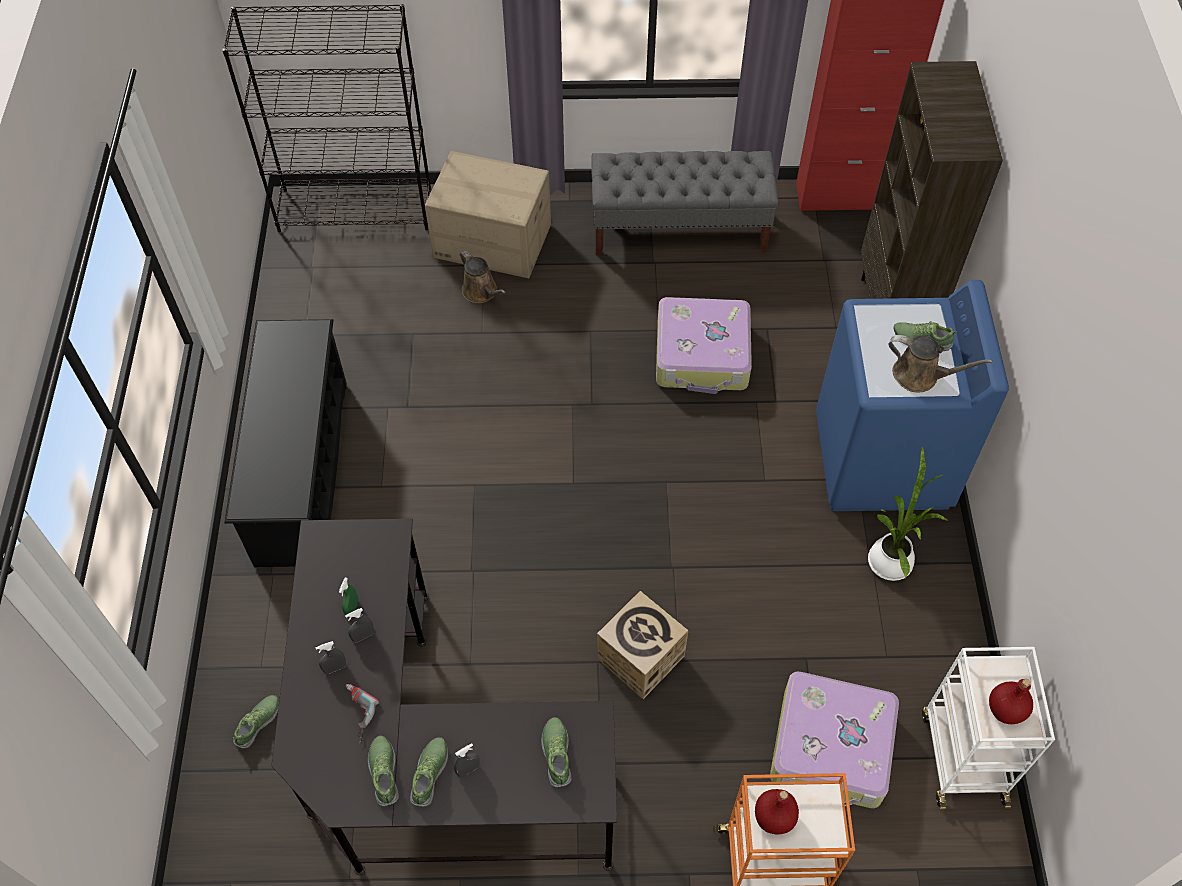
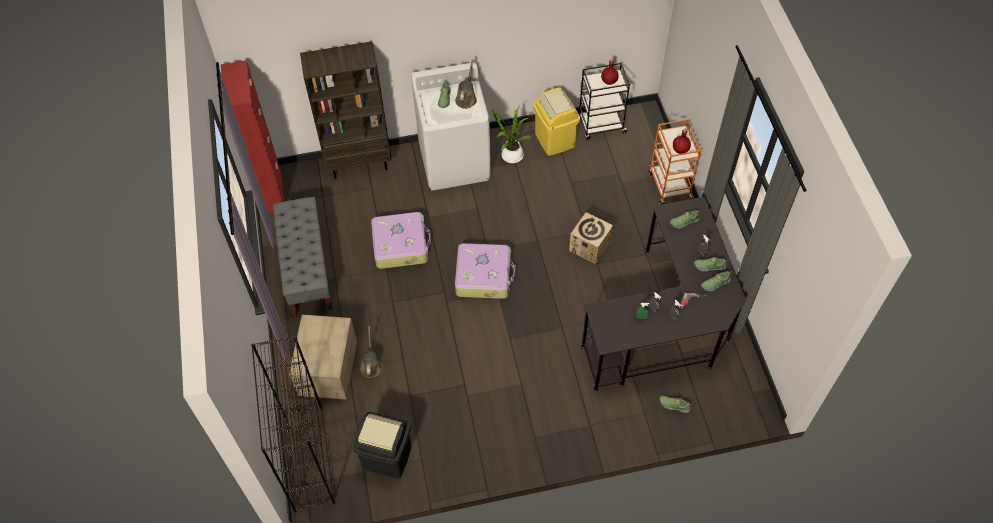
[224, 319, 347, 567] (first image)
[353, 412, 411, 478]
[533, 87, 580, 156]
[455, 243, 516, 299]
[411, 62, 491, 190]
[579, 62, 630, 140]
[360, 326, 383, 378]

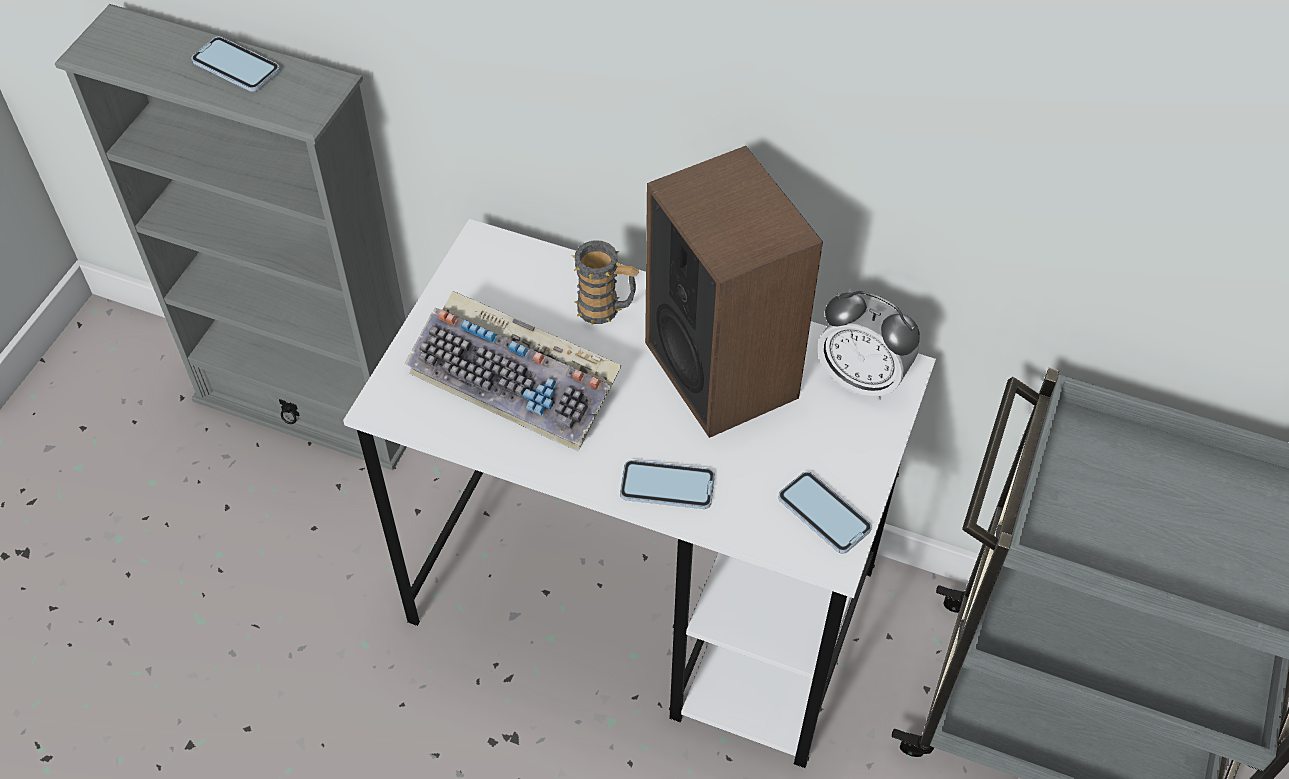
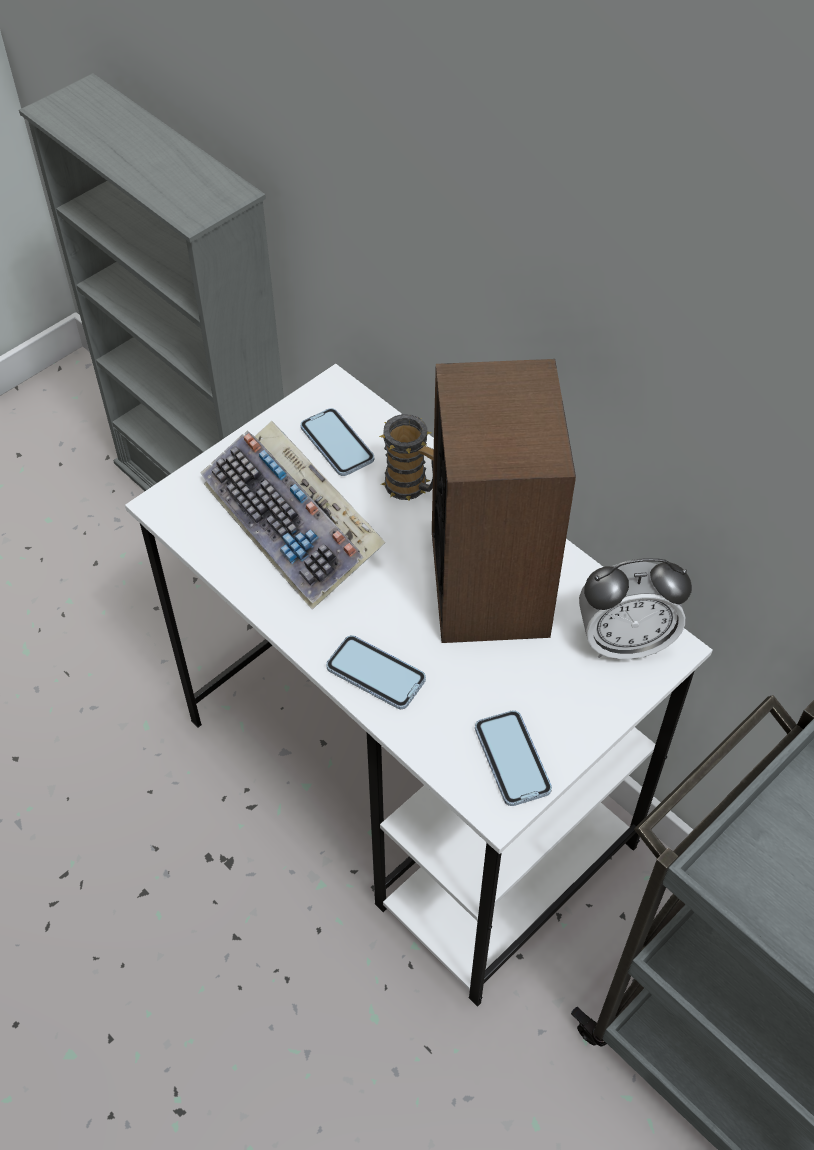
[300, 408, 374, 476]
[579, 558, 692, 659]

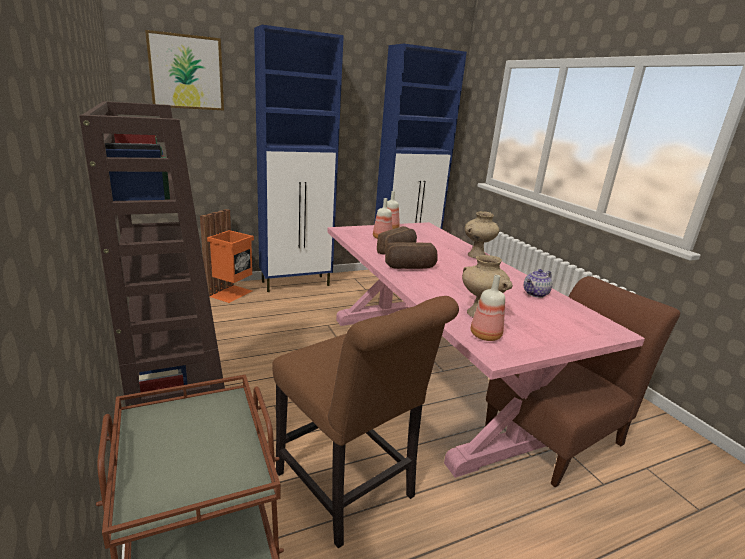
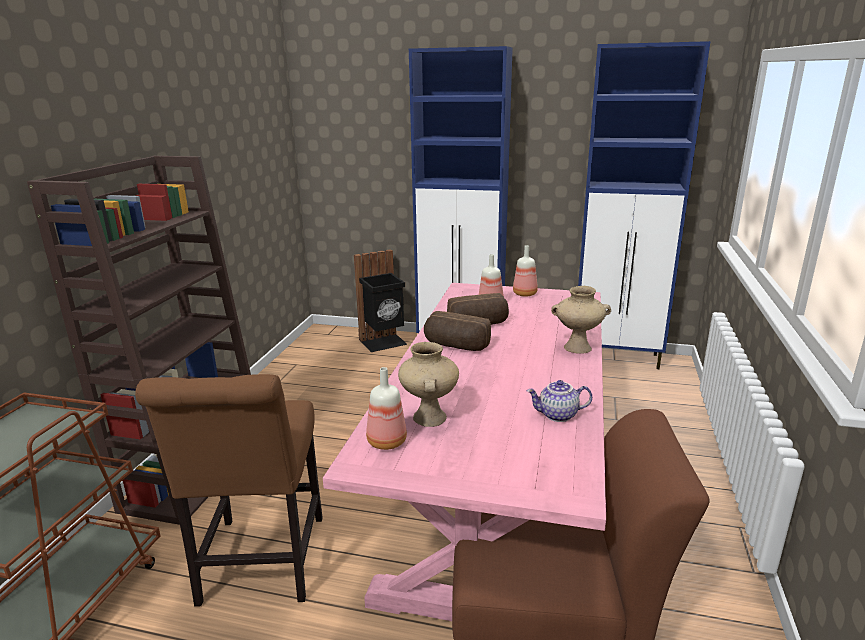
[145, 30, 224, 111] (first image)
[354, 249, 408, 352]

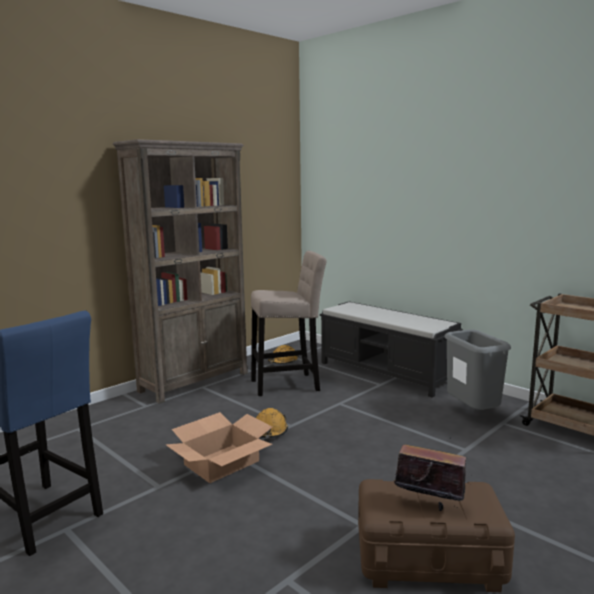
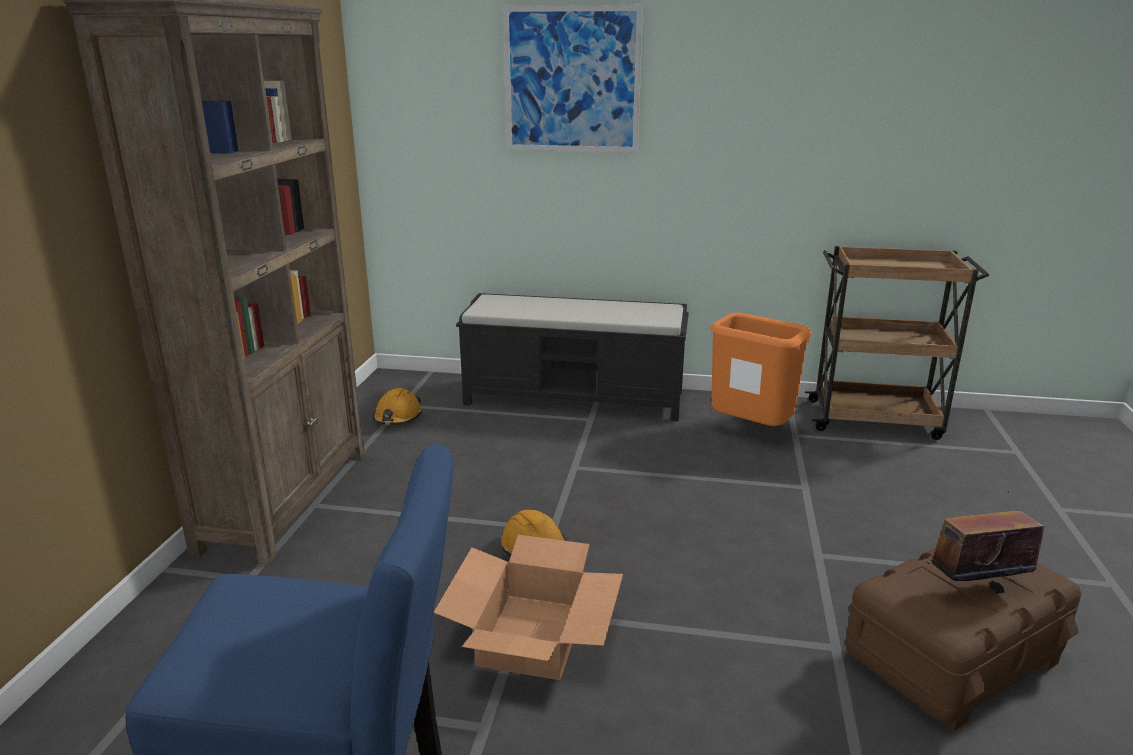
[251, 251, 326, 396] (first image)
[503, 5, 643, 153]
[710, 313, 812, 426]

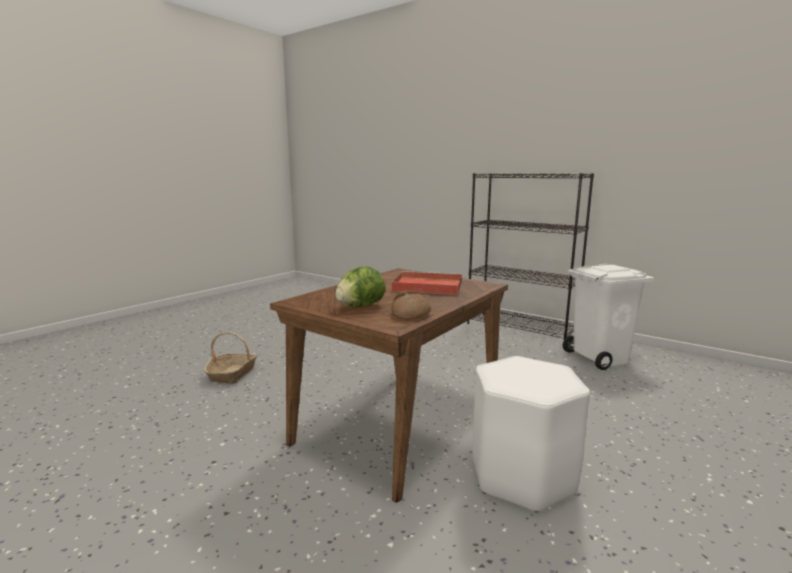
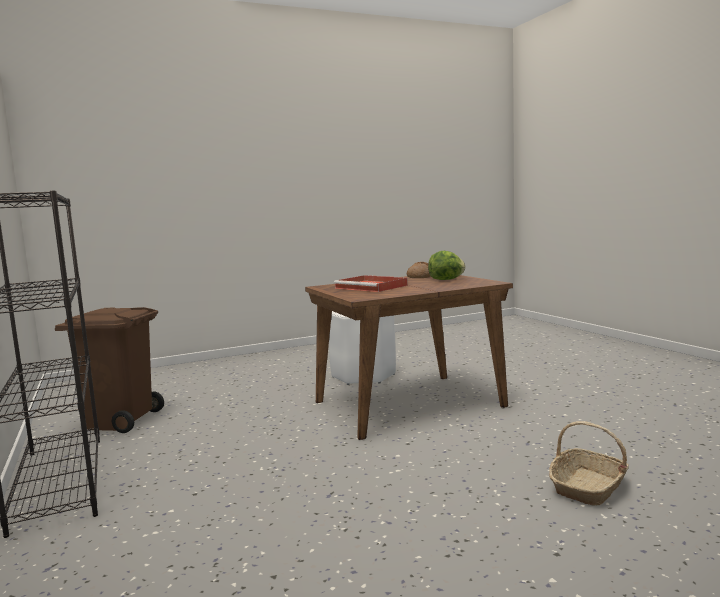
[55, 307, 164, 433]

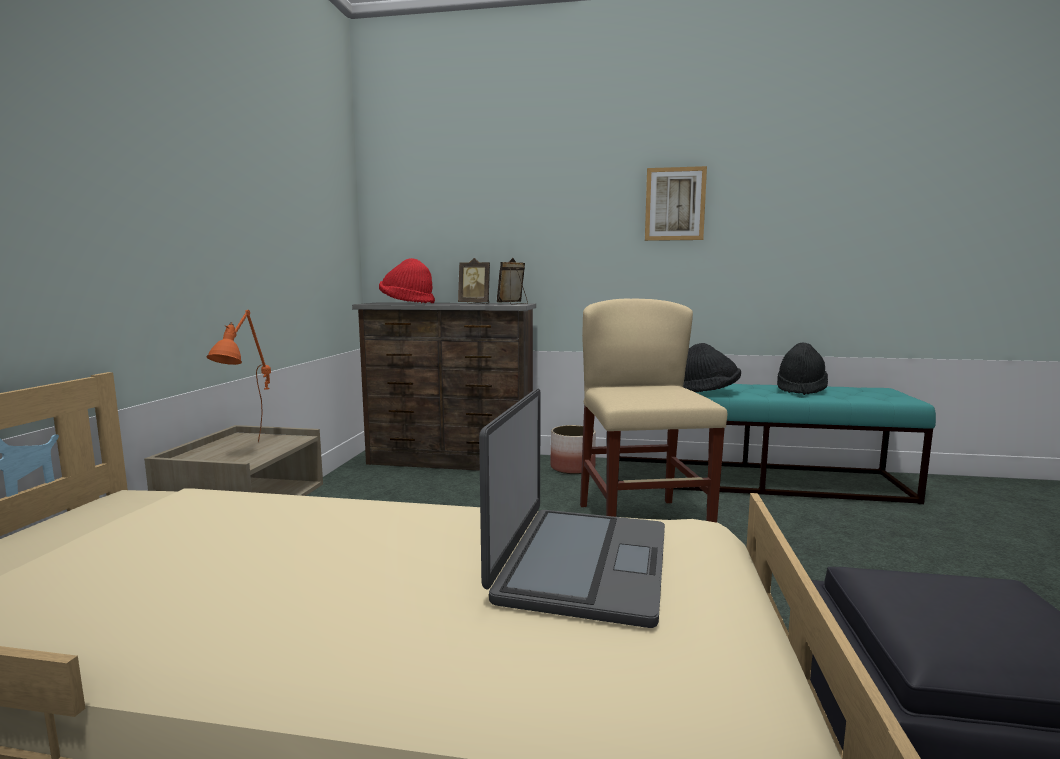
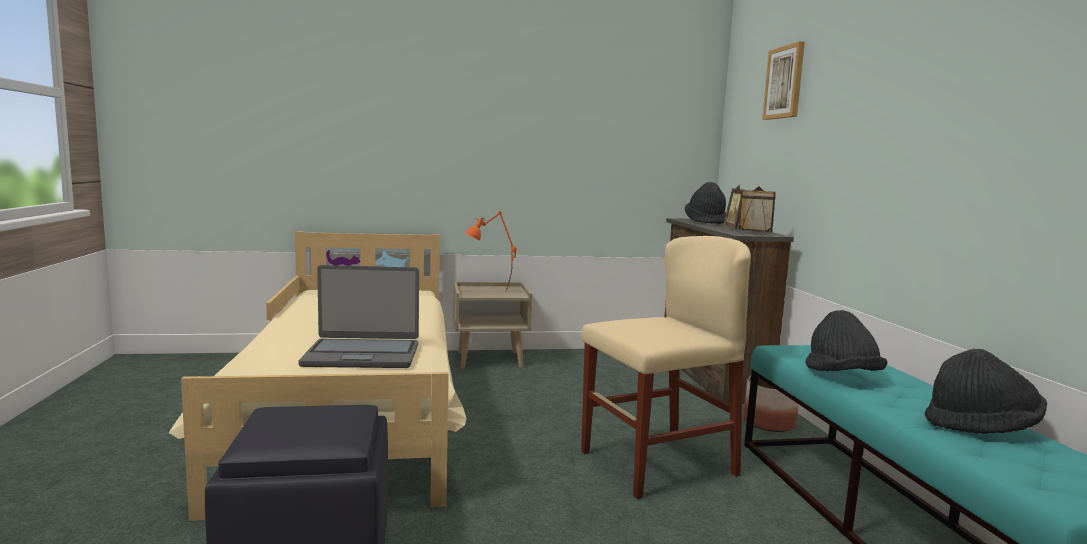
[762, 41, 805, 120]
[685, 182, 726, 225]

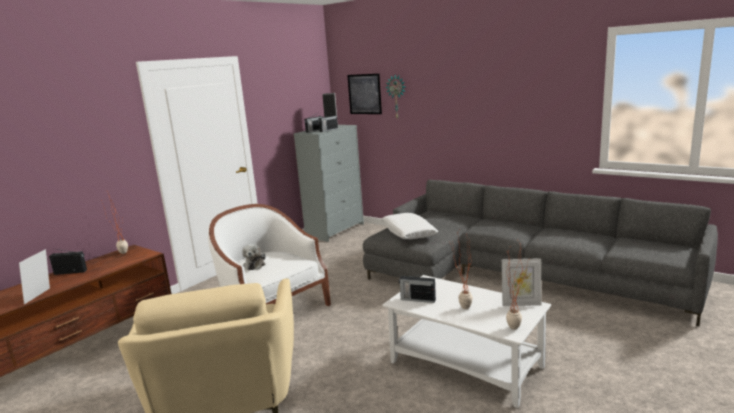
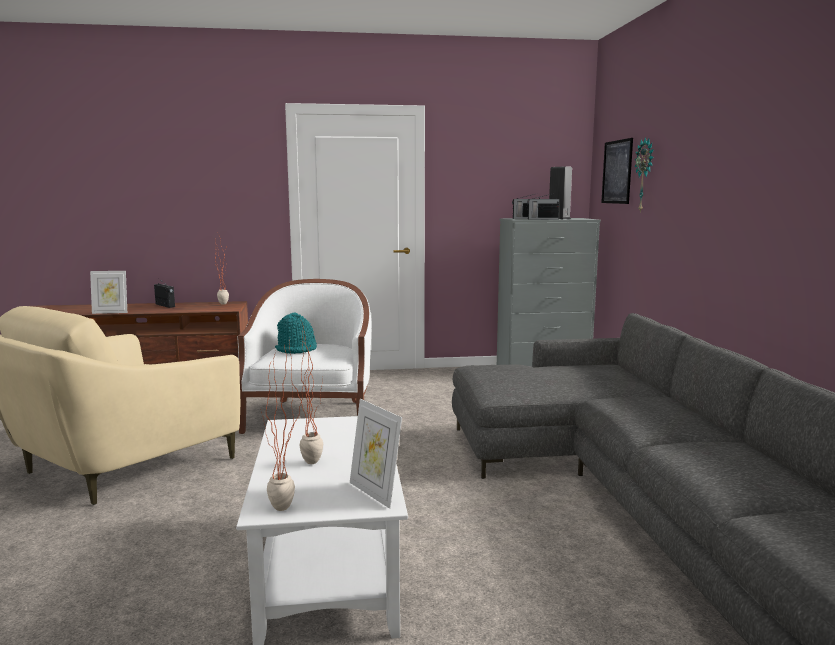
[381, 213, 438, 239] (first image)
[399, 274, 436, 303] (first image)
[275, 312, 317, 354]
[90, 271, 127, 314]

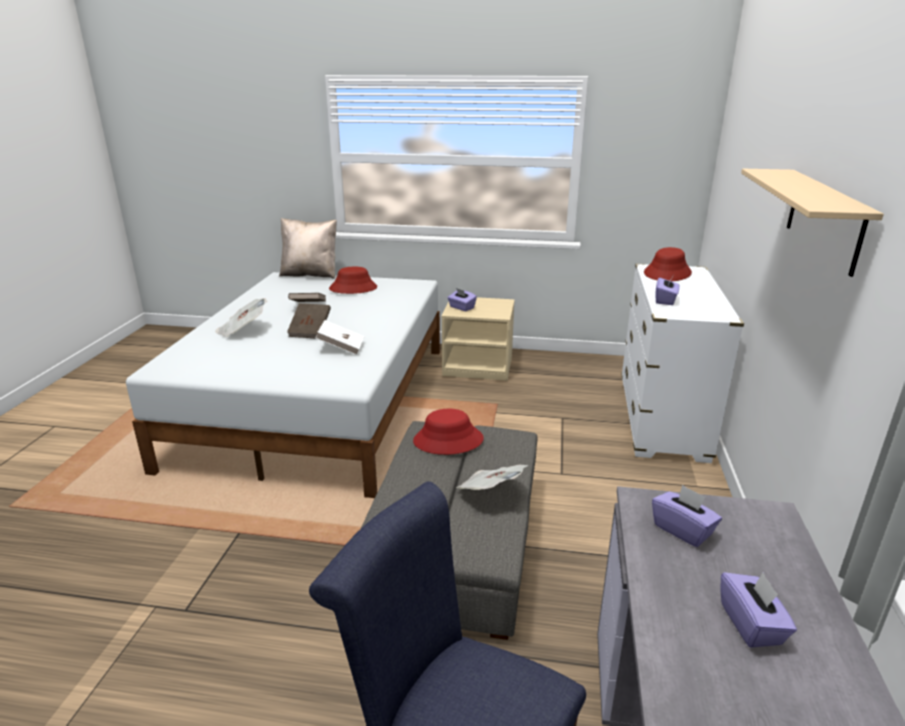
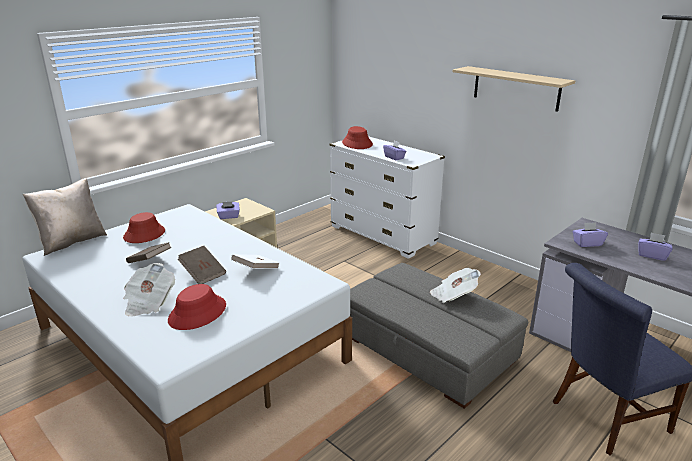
[168, 284, 226, 330]

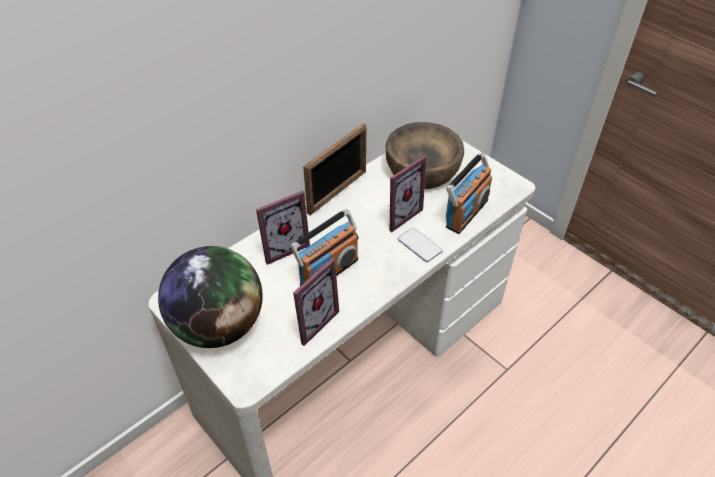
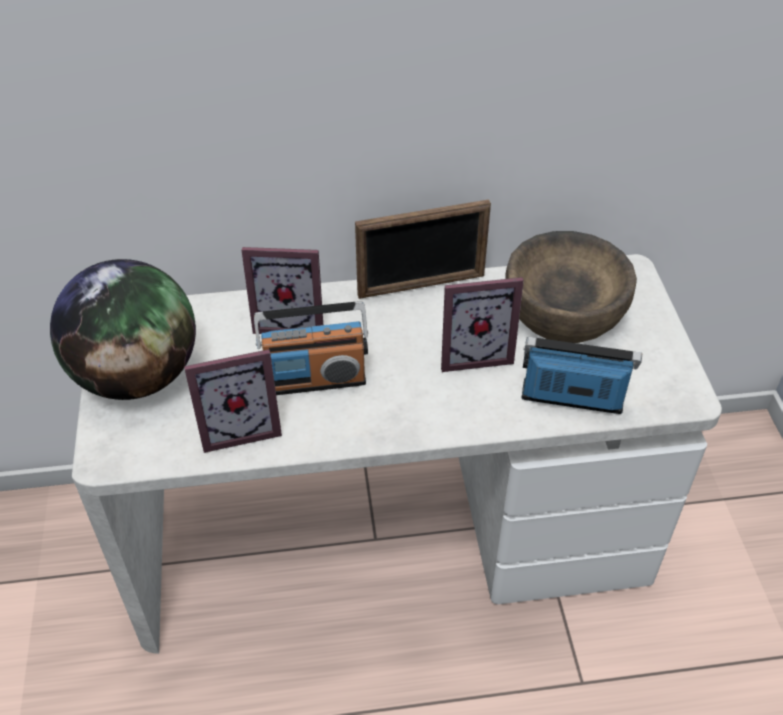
[398, 228, 443, 262] (first image)
[522, 337, 642, 414]

